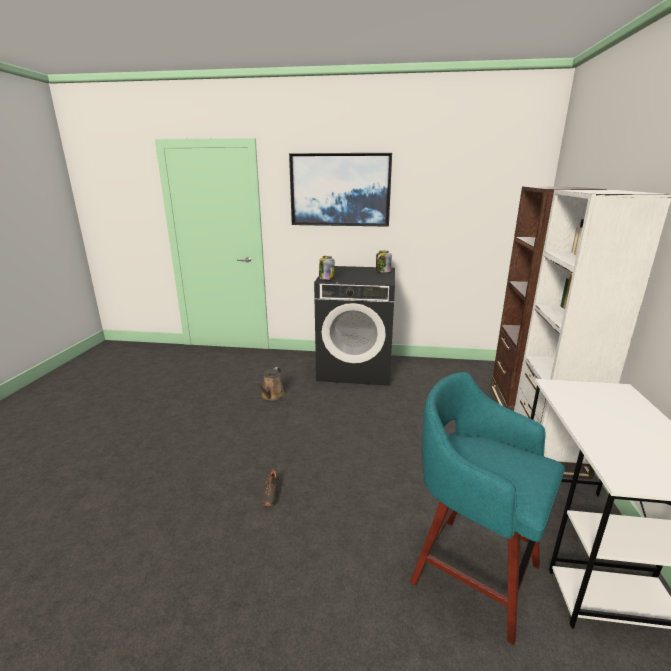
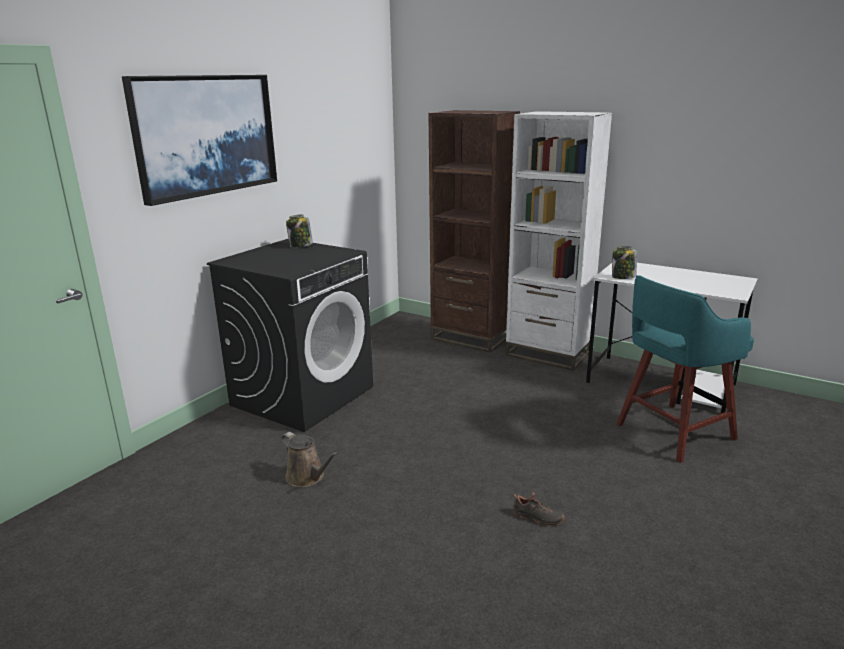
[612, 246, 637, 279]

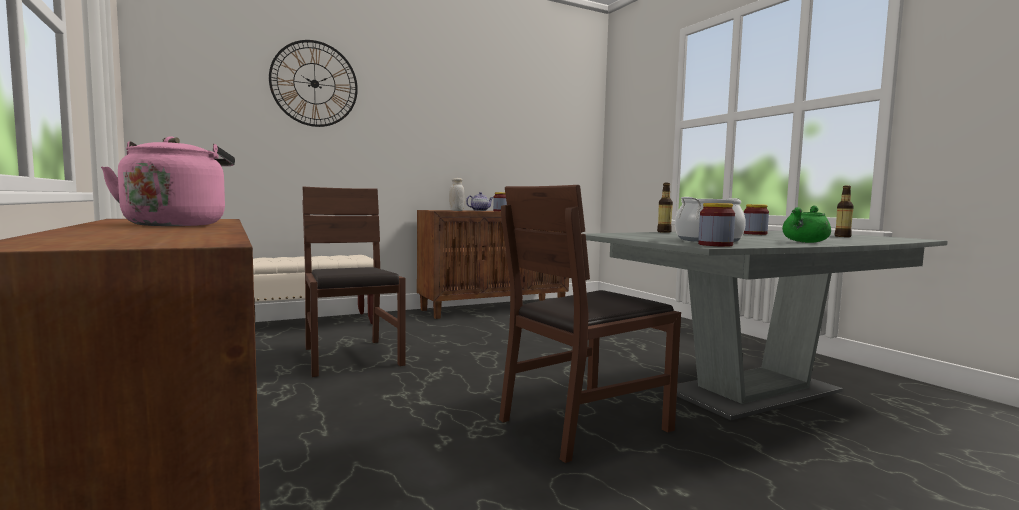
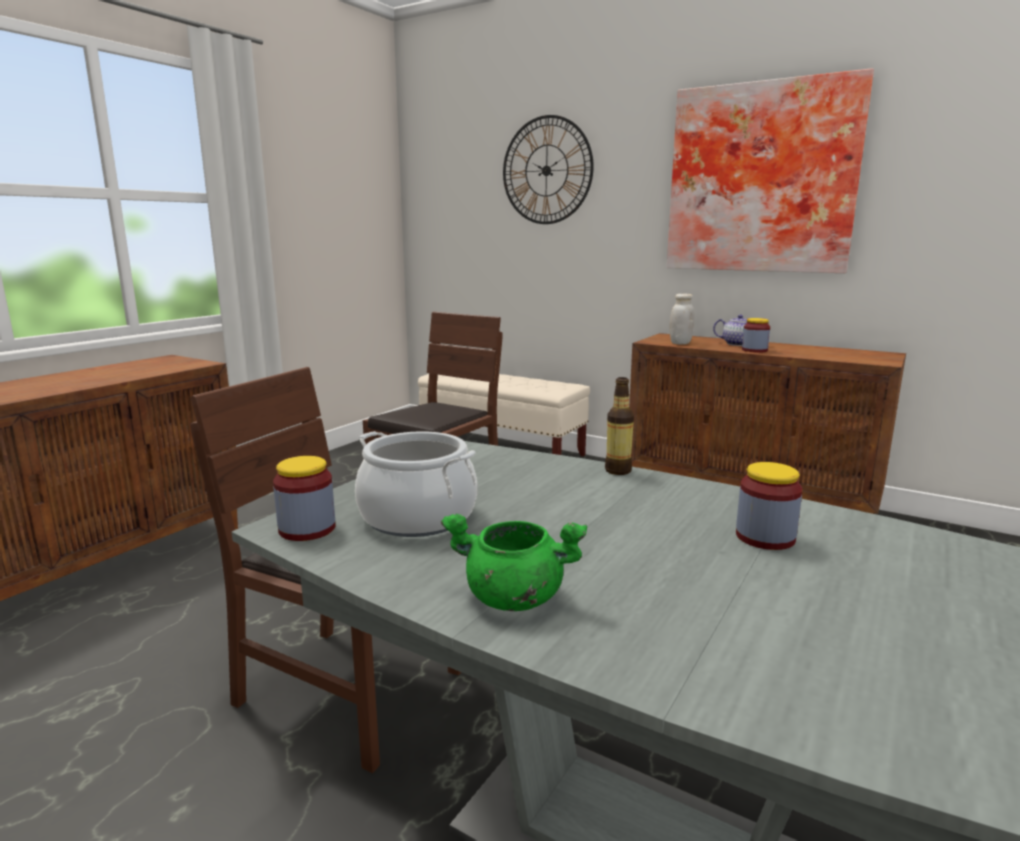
[101, 136, 235, 226] (first image)
[835, 186, 854, 237] (first image)
[667, 68, 874, 273]

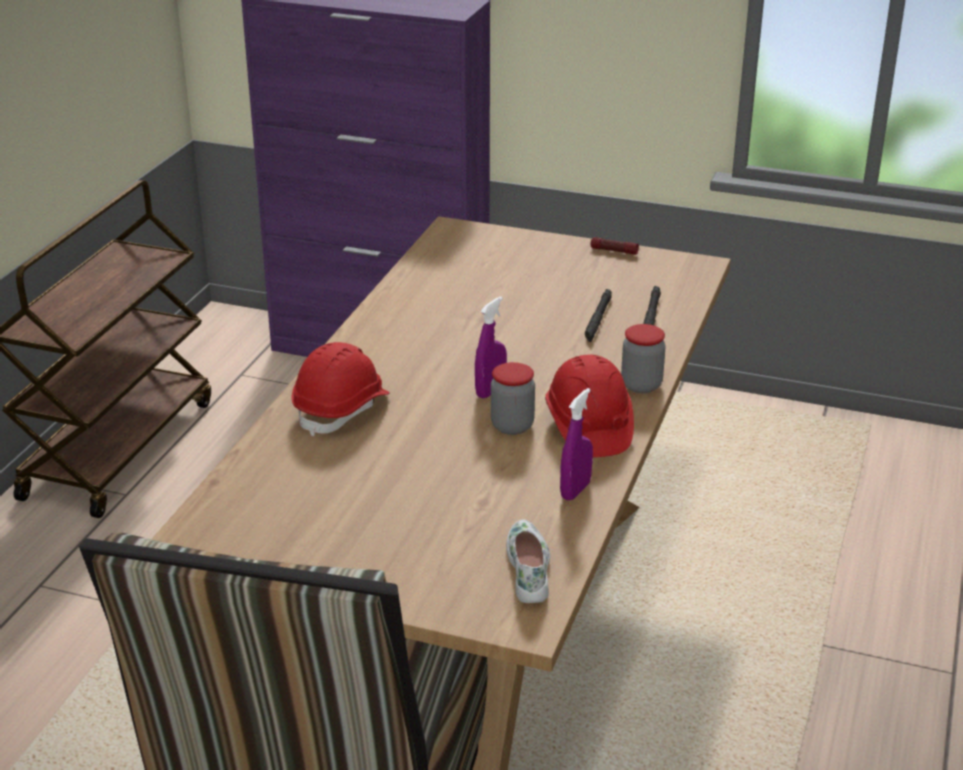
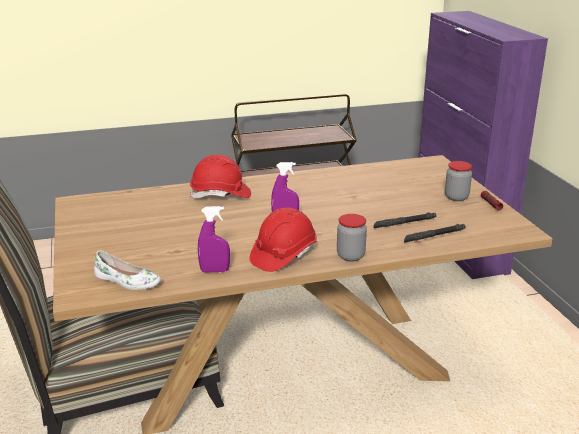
[445, 161, 472, 201]
[94, 250, 161, 290]

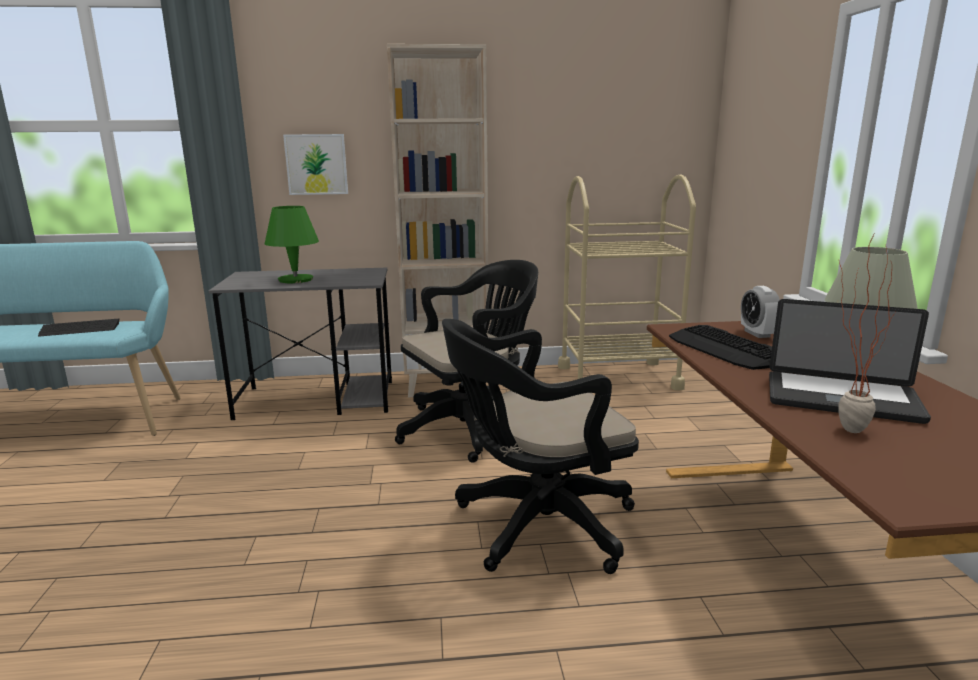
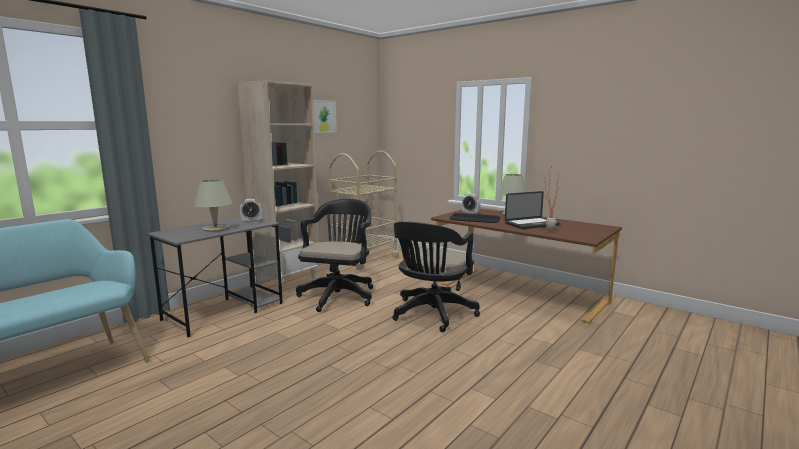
[38, 319, 119, 337] (first image)
[240, 199, 262, 223]
[313, 100, 337, 133]
[194, 179, 232, 232]

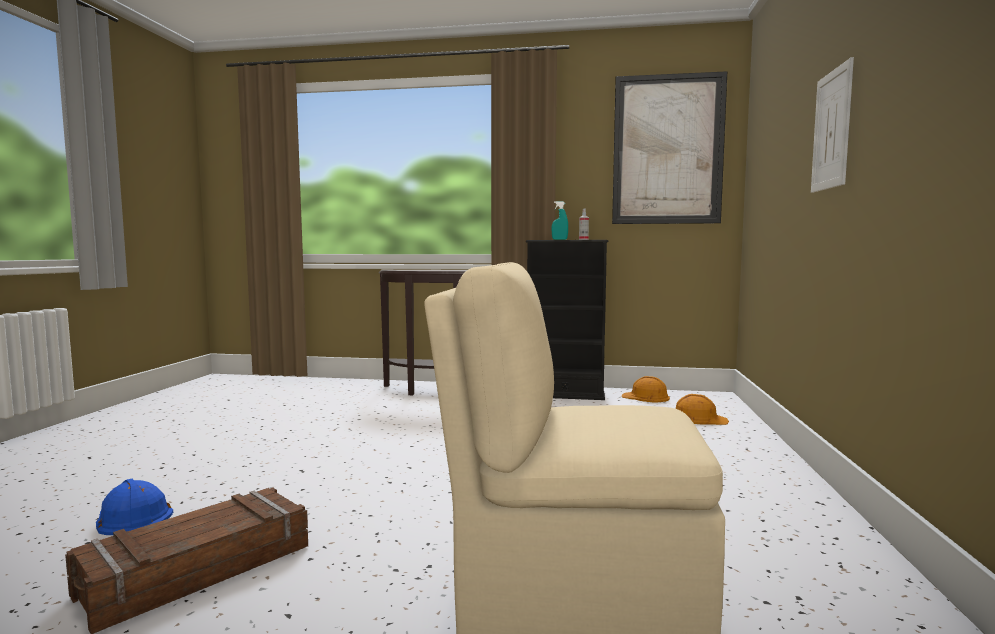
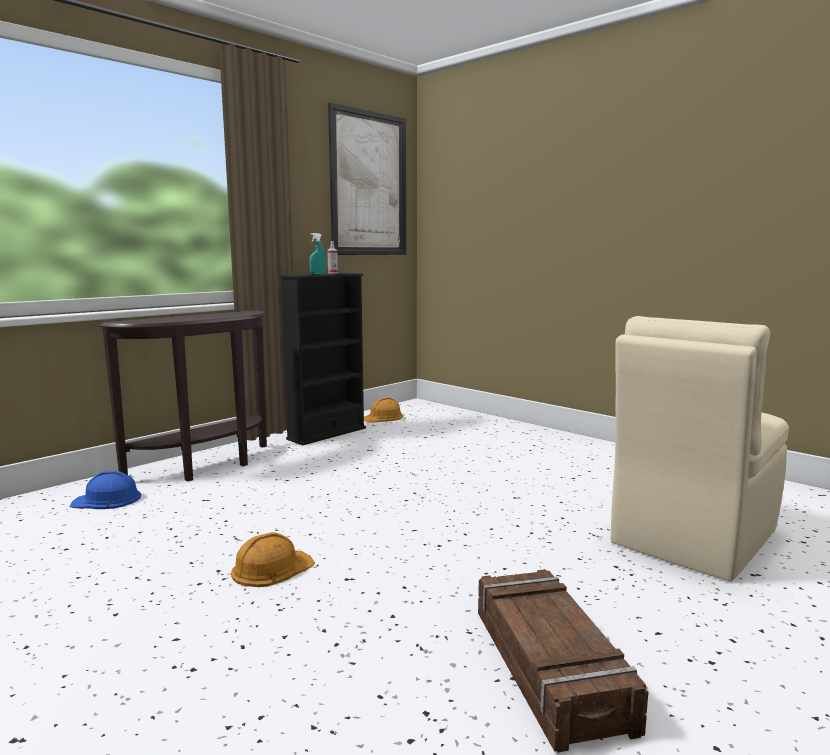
[811, 57, 854, 193] (first image)
[70, 471, 141, 509]
[231, 532, 315, 587]

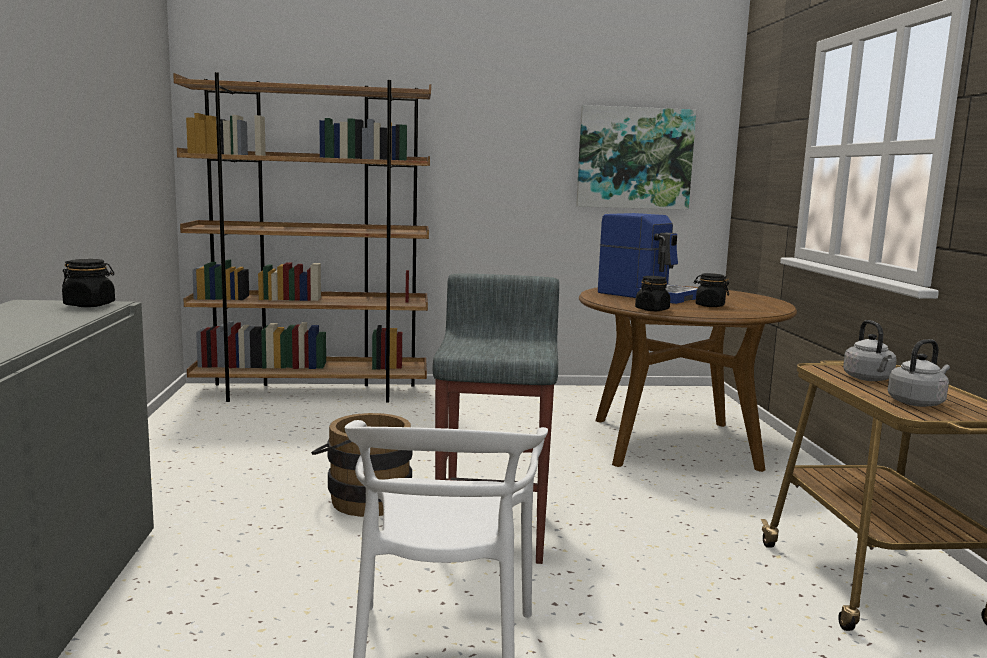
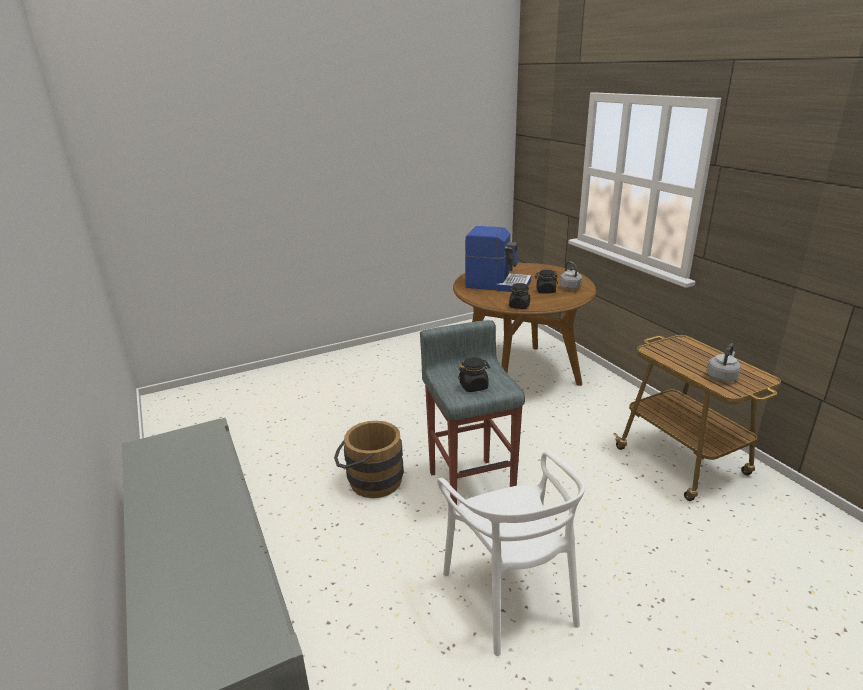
[173, 72, 431, 403] (first image)
[576, 105, 696, 210] (first image)
[458, 357, 490, 392]
[559, 261, 582, 290]

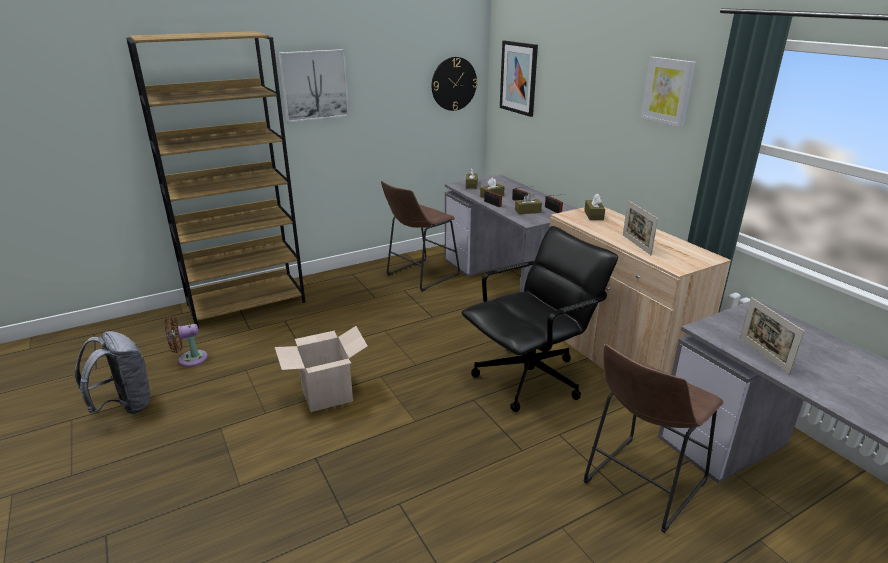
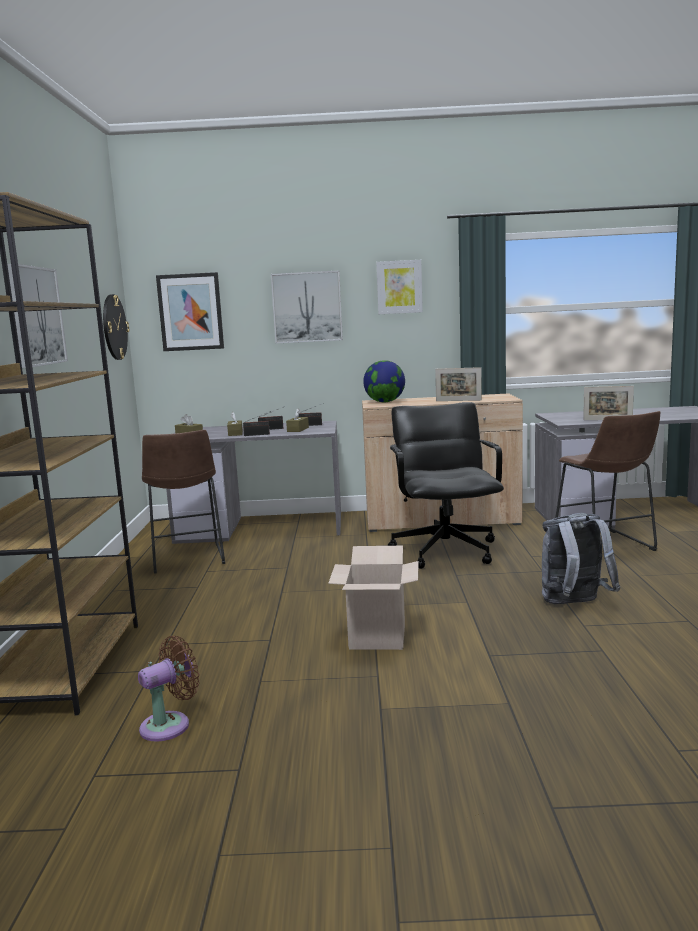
[271, 271, 343, 344]
[542, 513, 621, 604]
[363, 360, 405, 402]
[138, 636, 199, 742]

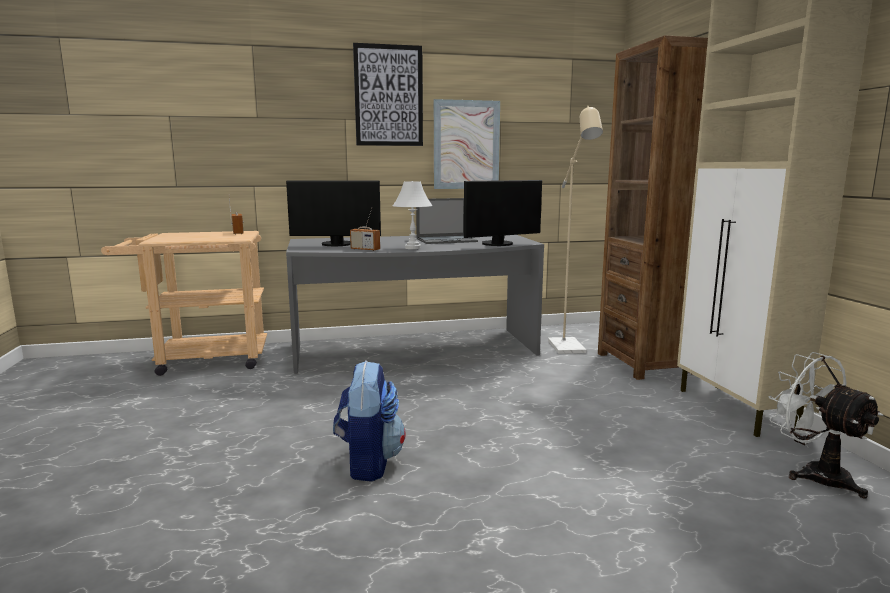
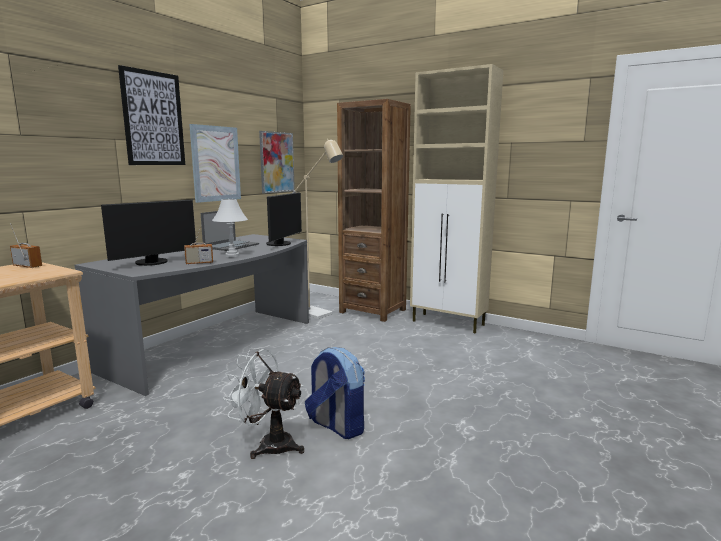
[259, 131, 295, 193]
[223, 348, 304, 459]

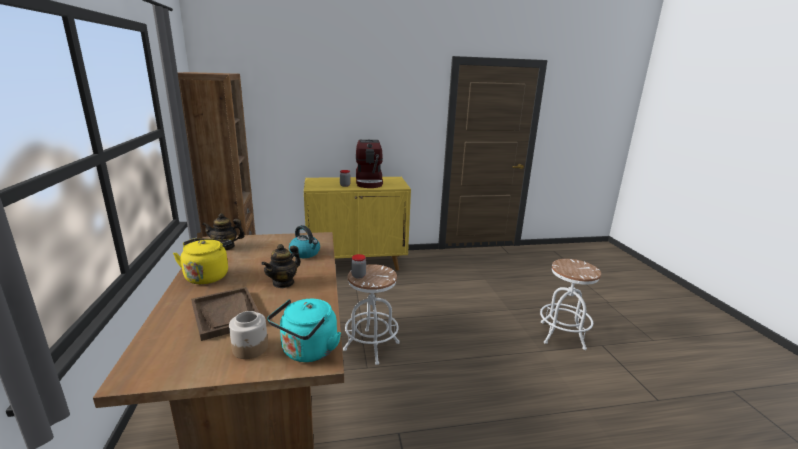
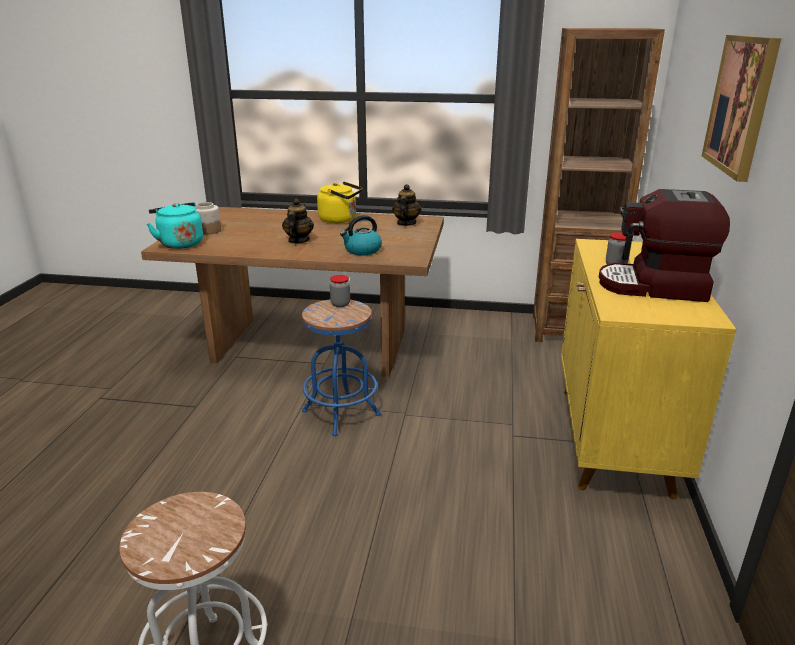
[191, 287, 259, 341] (first image)
[702, 35, 781, 182]
[302, 300, 381, 437]
[282, 199, 314, 243]

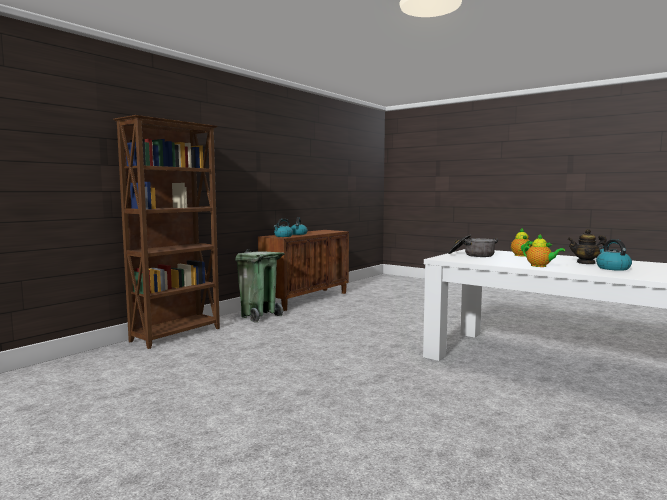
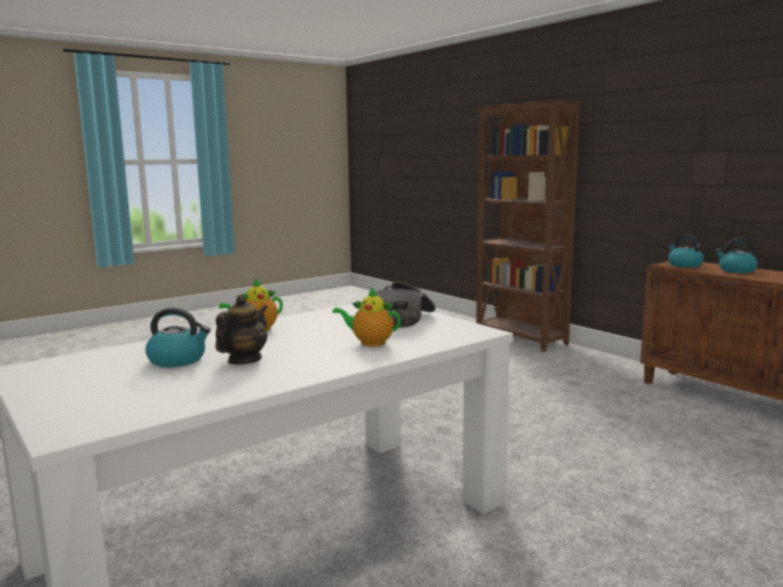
[235, 249, 285, 323] (first image)

